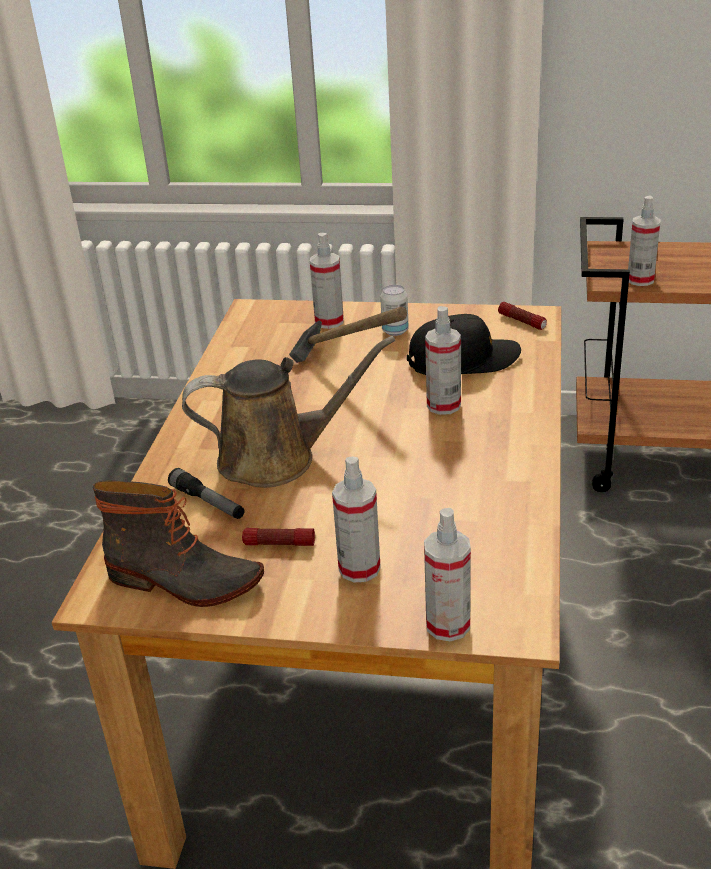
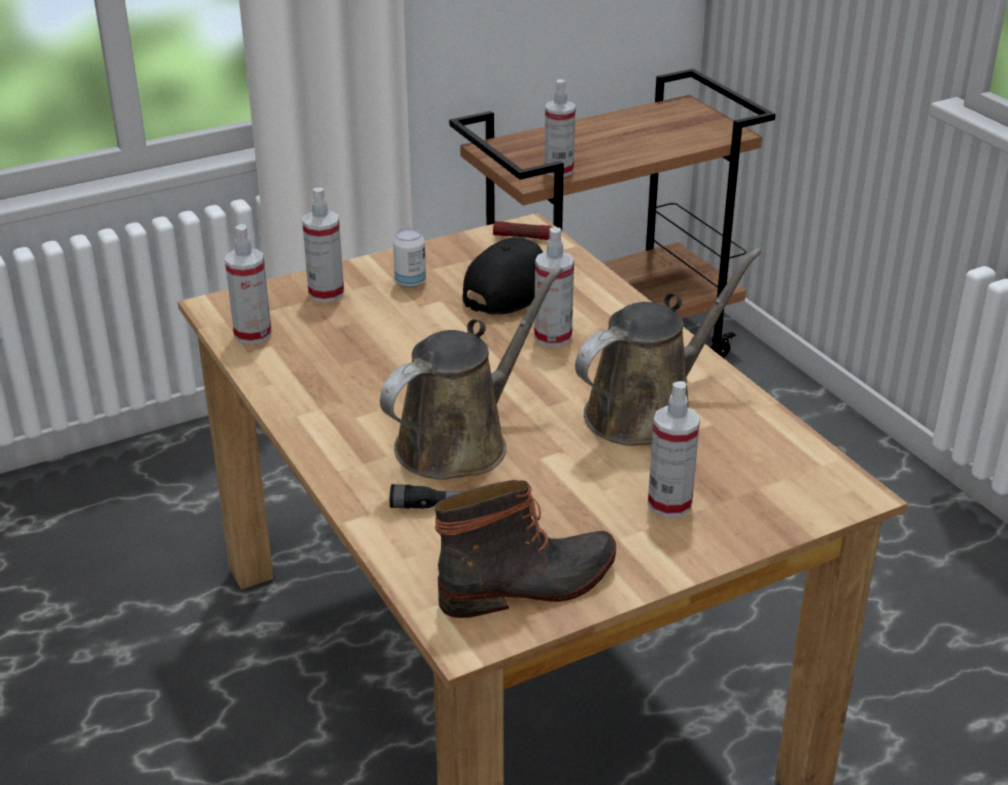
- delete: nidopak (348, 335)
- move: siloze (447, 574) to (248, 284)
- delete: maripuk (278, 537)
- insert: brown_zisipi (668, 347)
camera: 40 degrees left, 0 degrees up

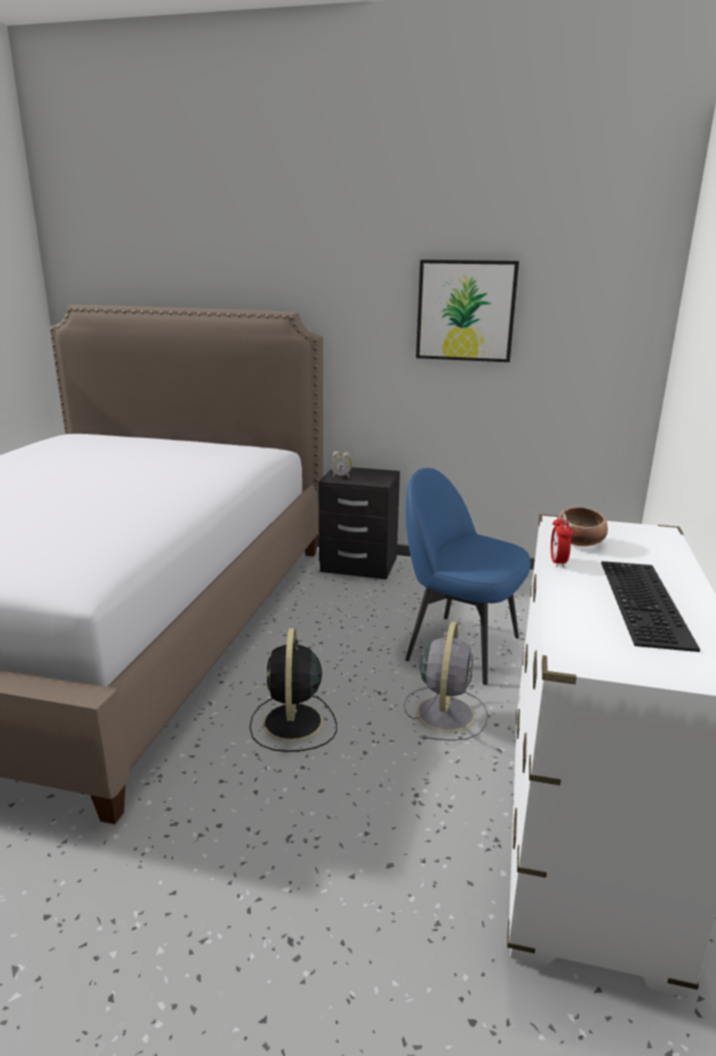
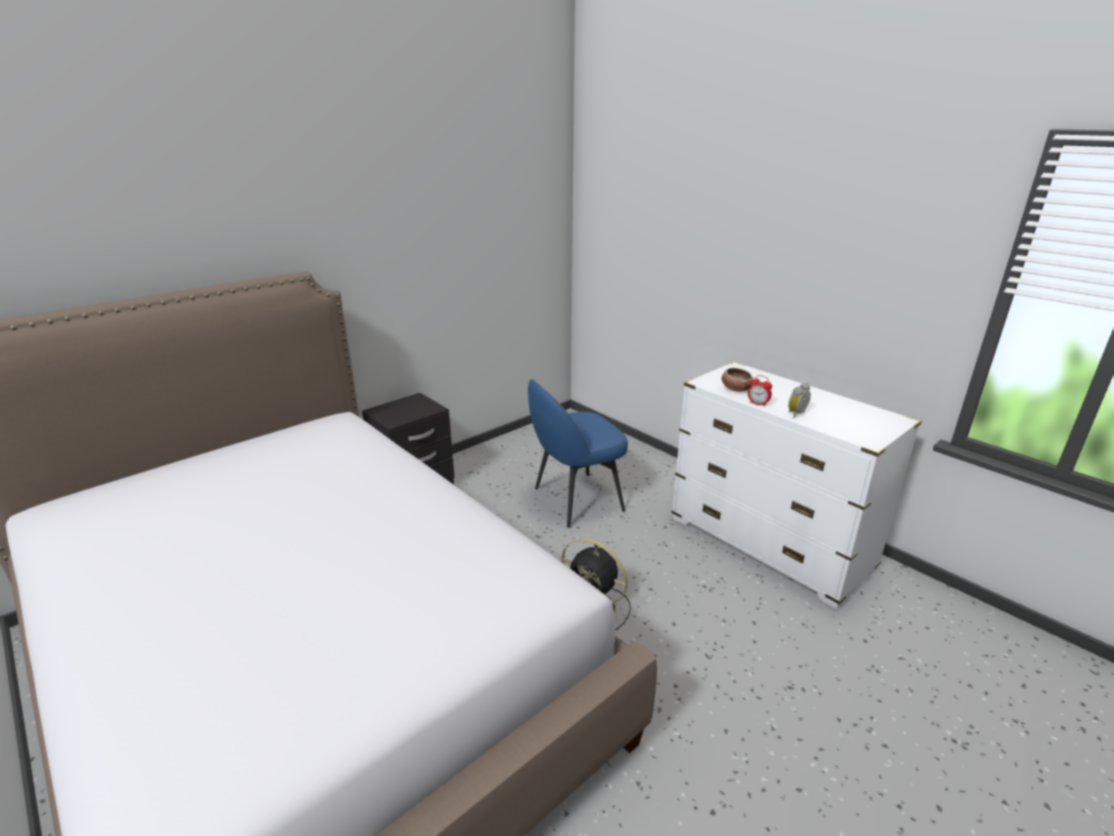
- delete: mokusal (467, 311)
- move: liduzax (341, 464) to (799, 400)
- delete: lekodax (650, 606)
- delete: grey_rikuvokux (446, 681)
camera: 55 degrees left, 5 degrees up

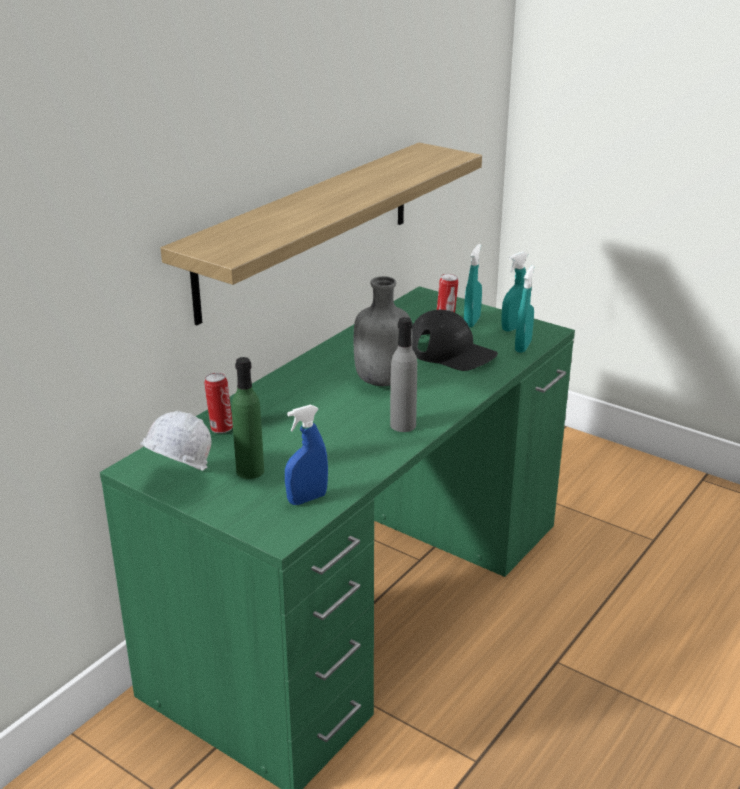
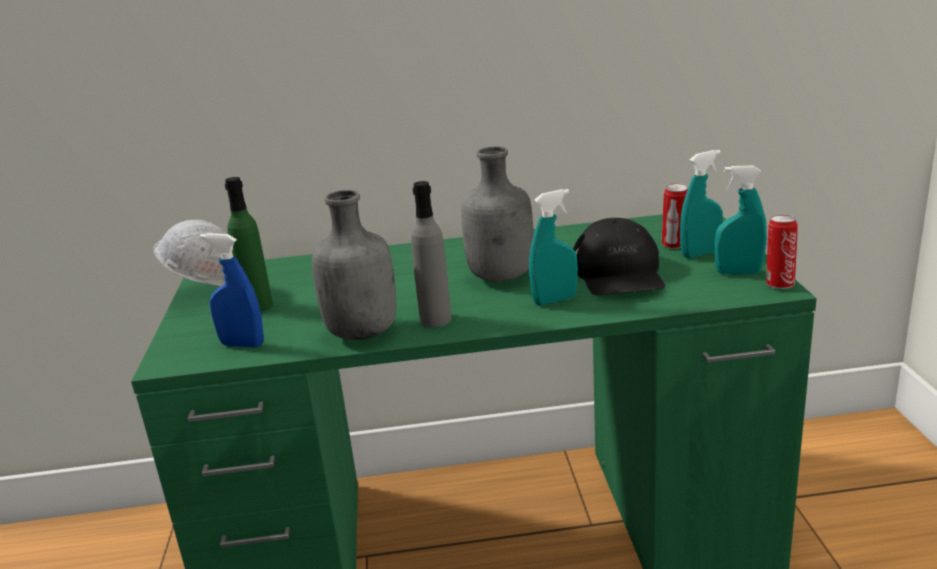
- delete: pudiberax (321, 234)
- move: turquoise_siloze (525, 309) to (553, 247)
- move: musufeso (218, 403) to (782, 252)
- insert: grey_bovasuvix (354, 265)
camera: 50 degrees right, 5 degrees down

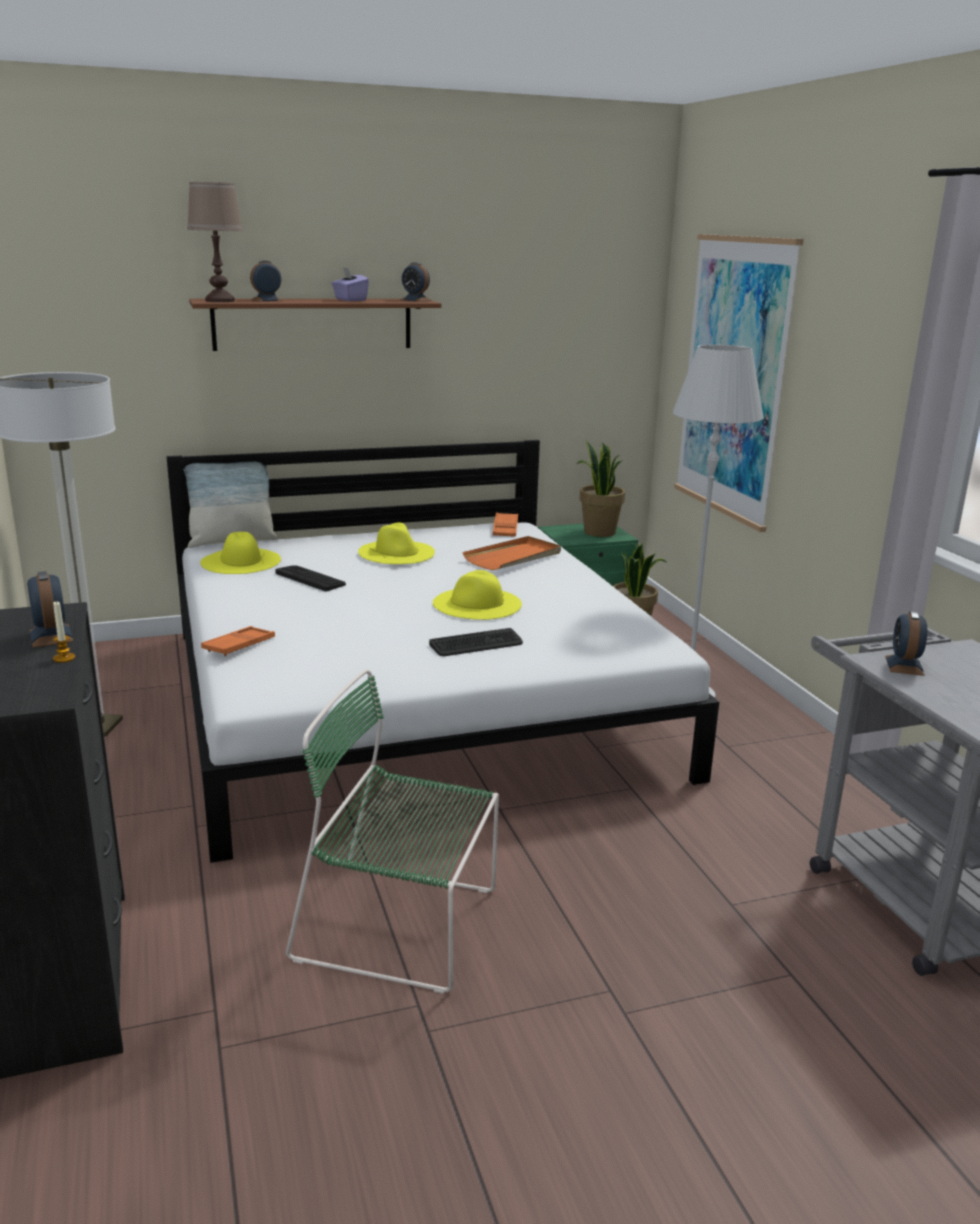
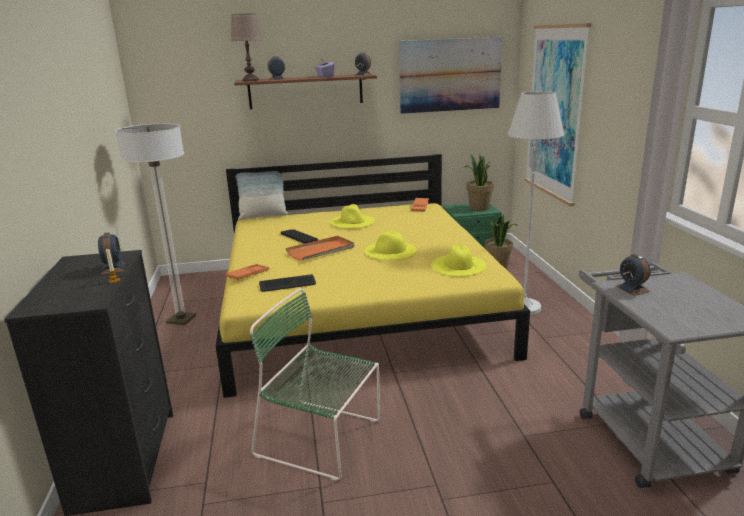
- recolor: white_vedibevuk (442, 651) to yellow_vedibevuk (373, 276)
- move: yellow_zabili (240, 553) to (458, 260)
- move: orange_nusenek (512, 553) to (319, 248)
- rotate: liduzax (906, 643) = (633, 275) 45 degrees counterclockwise
- move: lekodax (476, 642) to (287, 283)
- insert: mokusal (450, 75)
camera: 10 degrees right, 0 degrees up

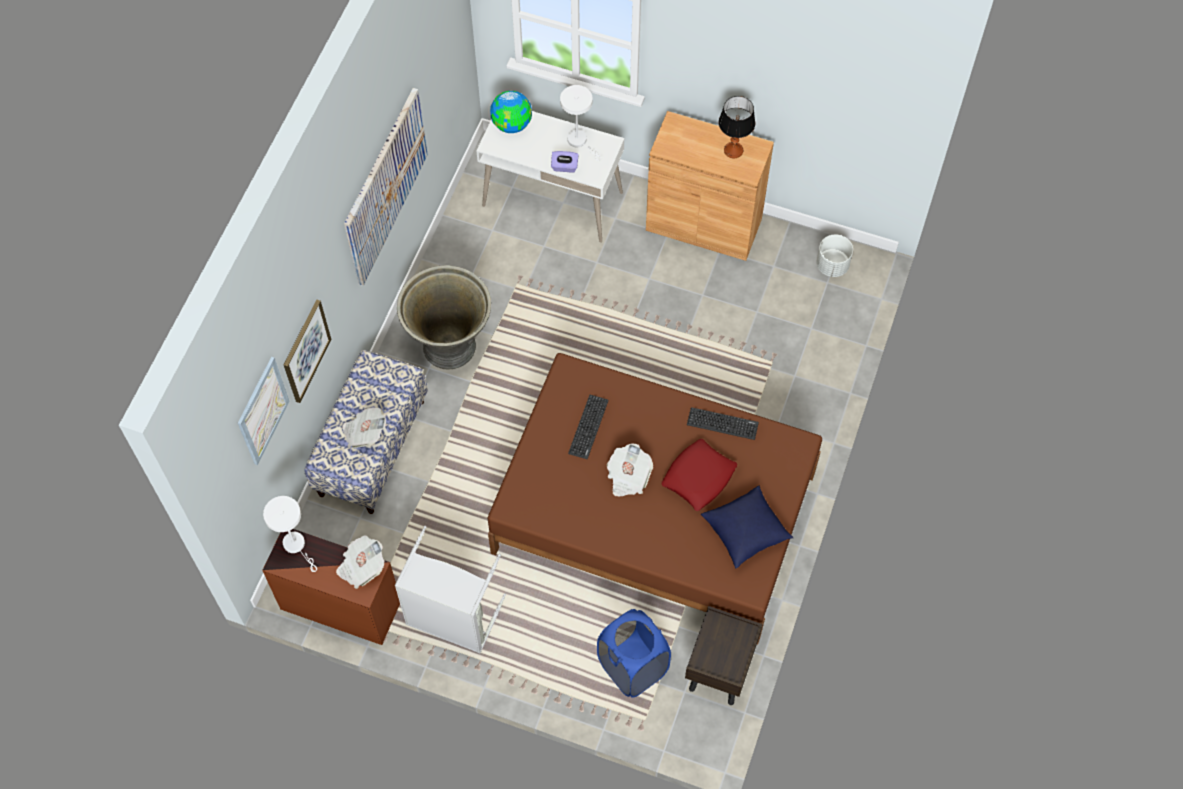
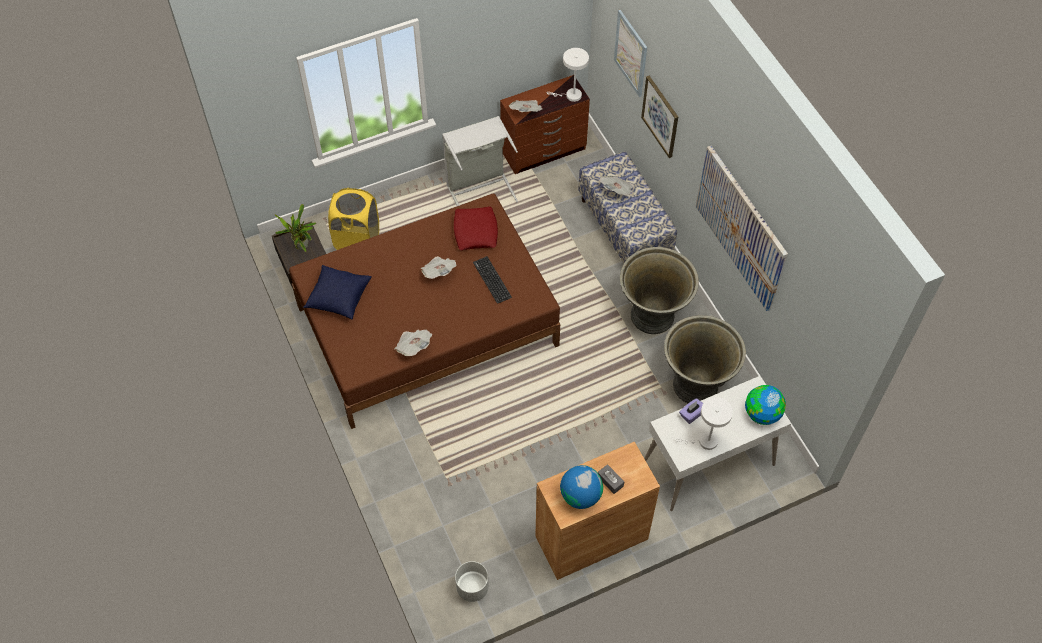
- replace: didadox (737, 127) to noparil (581, 487)
- replace: lekodax (723, 423) to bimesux (413, 342)
- move: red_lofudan (699, 475) to (476, 228)
- recolor: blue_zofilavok (634, 653) to yellow_zofilavok (353, 219)
- insert: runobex (295, 228)
- insert: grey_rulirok (705, 359)
- insert: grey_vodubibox (611, 479)
camera: 135 degrees right, 5 degrees down

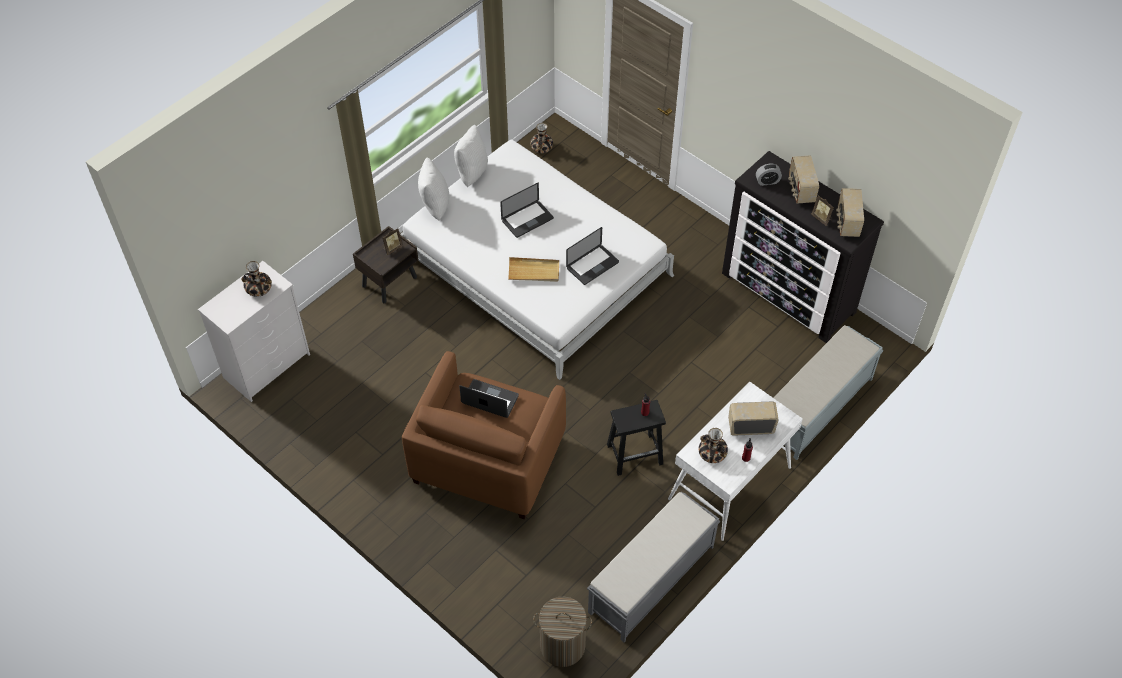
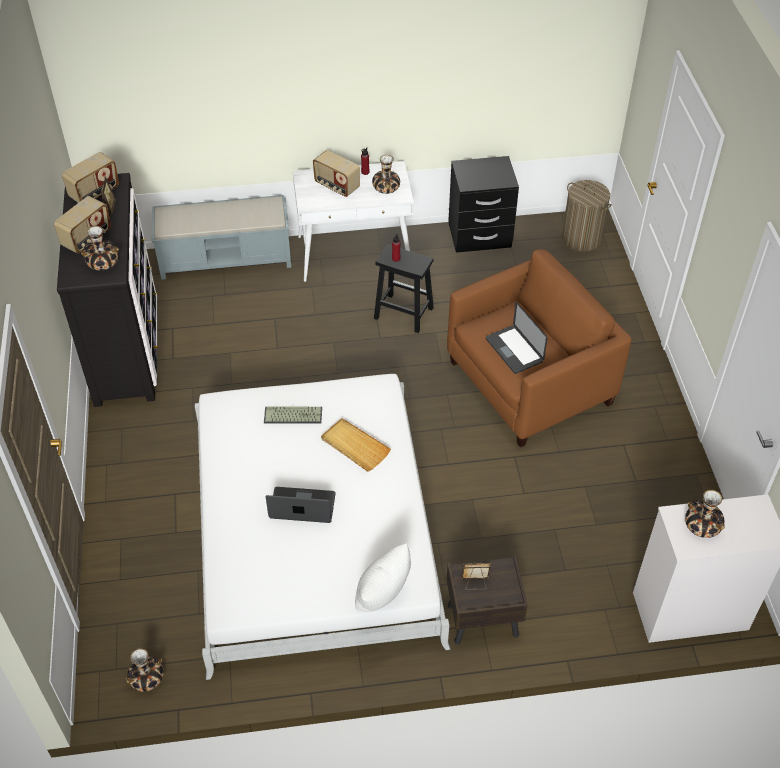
- delete: white_lofudan (471, 156)
- replace: liduzax (769, 175) to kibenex (100, 247)
- replace: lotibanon (592, 256) to lekodax (293, 415)
- replace: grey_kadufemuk (653, 567) to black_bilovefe (483, 204)
camera: 140 degrees left, 5 degrees down

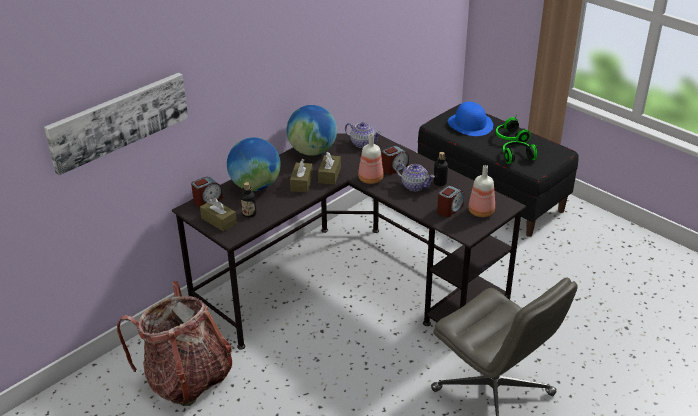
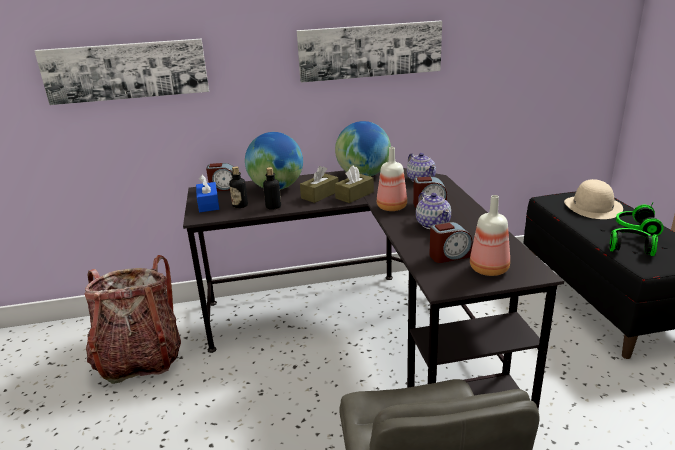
- recolor: blue_zabili (470, 119) to beige_zabili (593, 199)
- move: bovasuvix (440, 169) to (272, 188)
- recolor: brown_vodubibox (218, 215) to blue_vodubibox (207, 193)
- insert: mokusal (369, 52)
camera: 35 degrees right, 10 degrees down

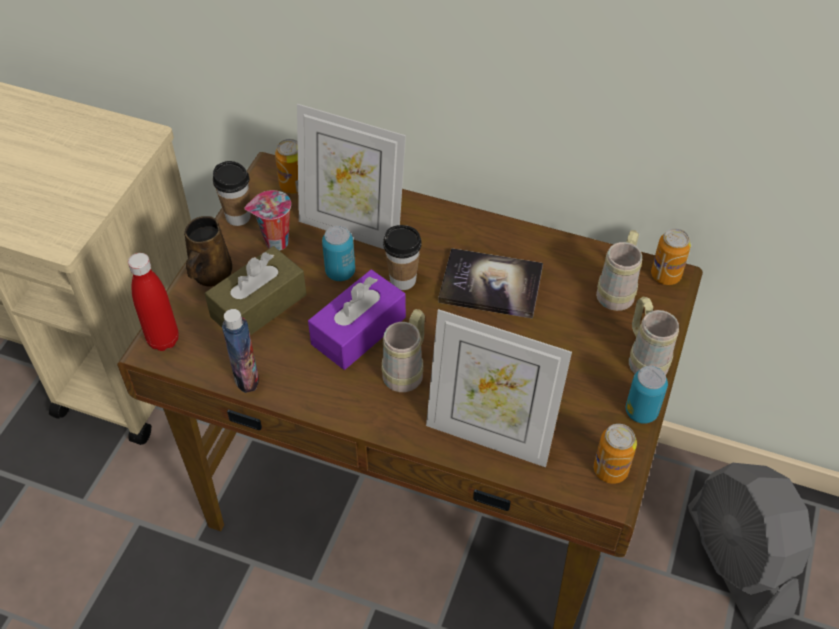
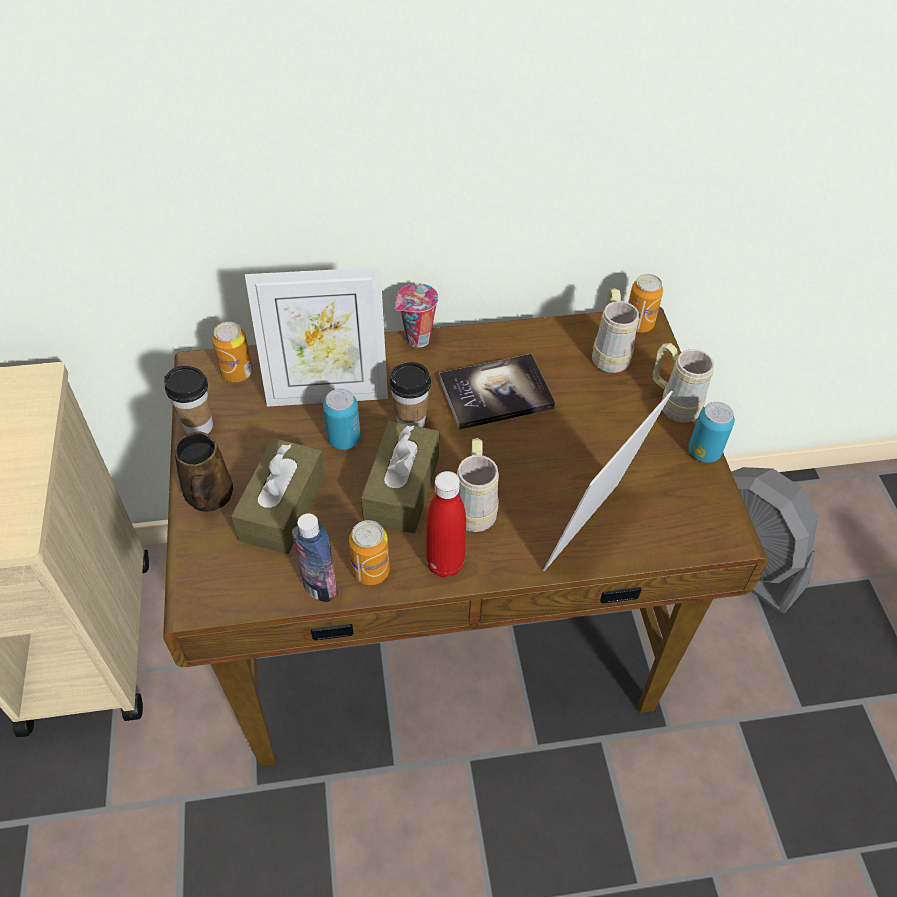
- move: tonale (267, 220) to (417, 315)
- move: red_bovasuvix (153, 302) to (446, 524)
- recolor: purple_vodubibox (357, 320) to brown_vodubibox (400, 477)
- rotate: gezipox (499, 388) = (608, 481) 135 degrees clockwise
- move: musufeso (615, 454) to (369, 552)
camera: 30 degrees left, 0 degrees up

